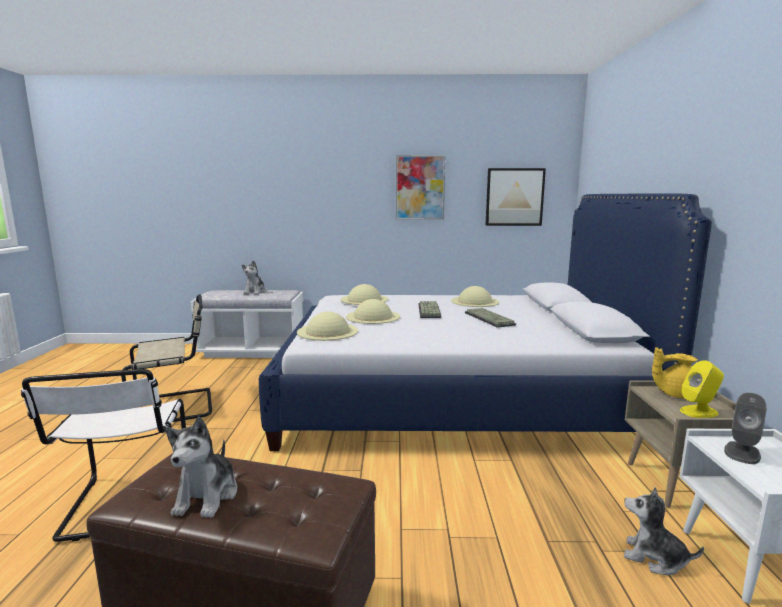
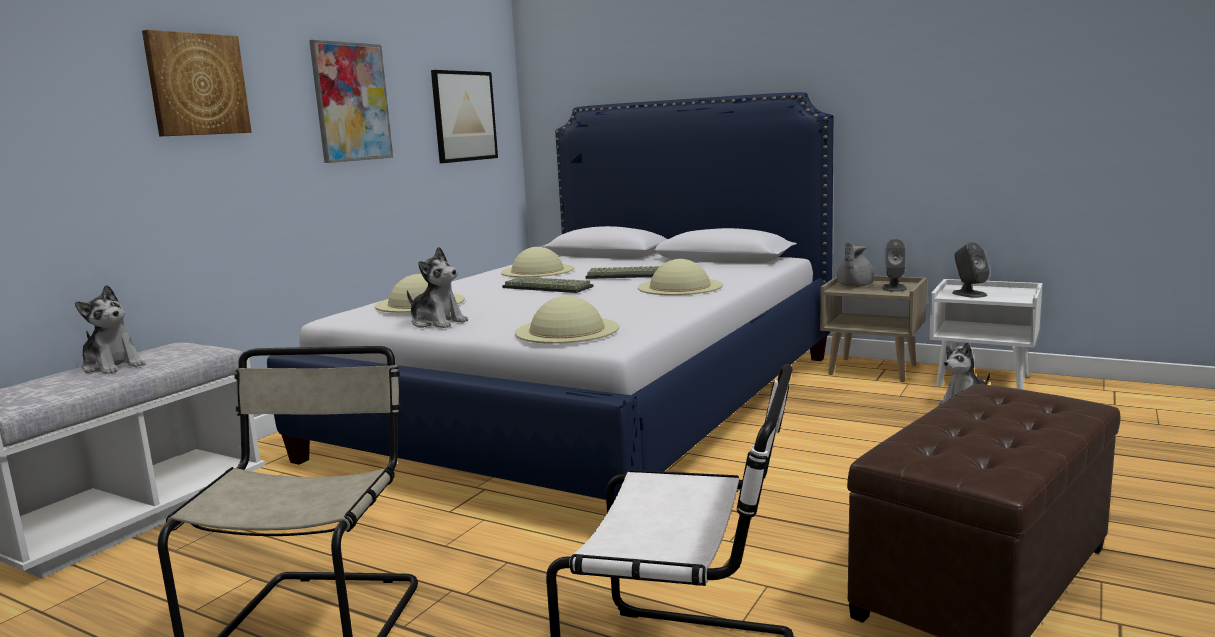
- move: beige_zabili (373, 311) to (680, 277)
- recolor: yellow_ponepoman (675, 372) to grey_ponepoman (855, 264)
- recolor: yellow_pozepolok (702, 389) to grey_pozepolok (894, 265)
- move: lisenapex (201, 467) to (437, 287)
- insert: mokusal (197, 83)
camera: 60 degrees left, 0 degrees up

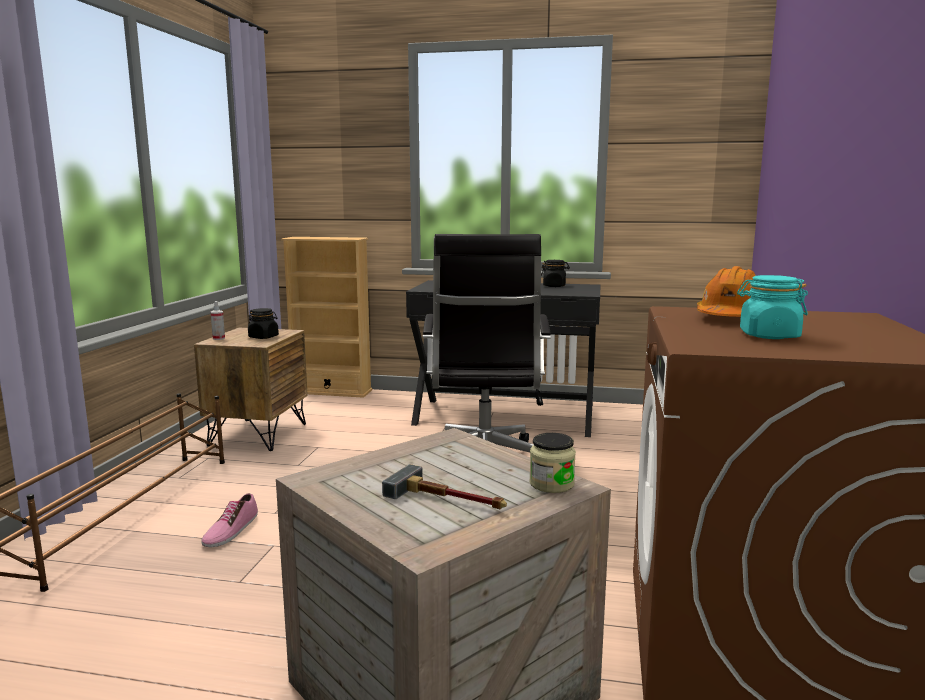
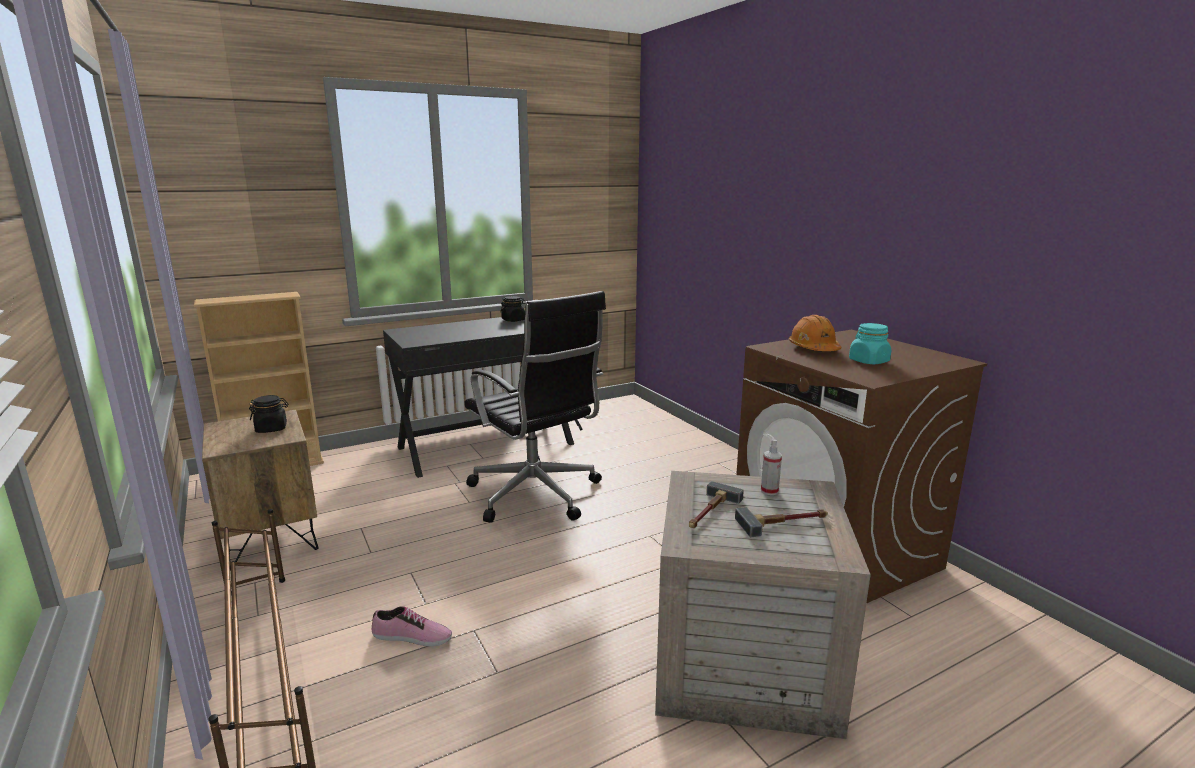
- move: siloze (218, 320) to (771, 467)
- delete: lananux (552, 463)
- rotate: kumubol (229, 520) = (412, 626) 60 degrees counterclockwise
- insert: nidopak (716, 504)
camera: 40 degrees left, 5 degrees up

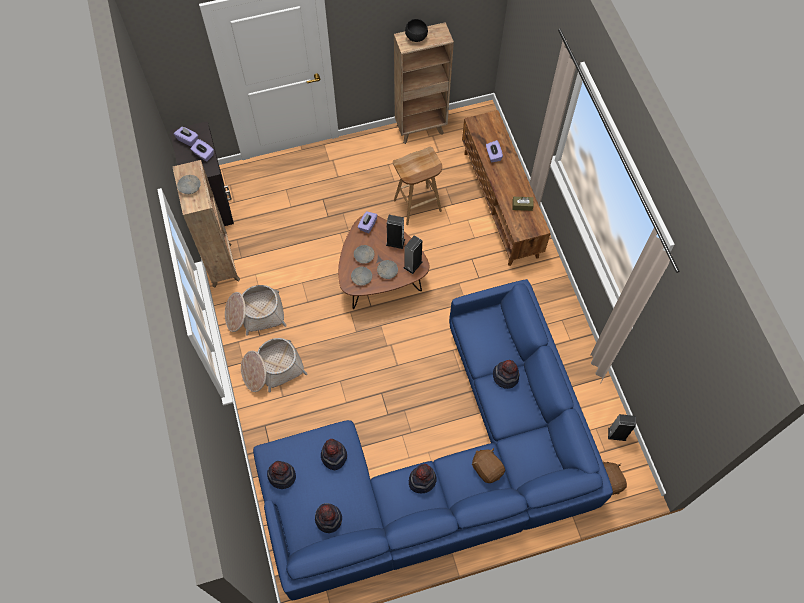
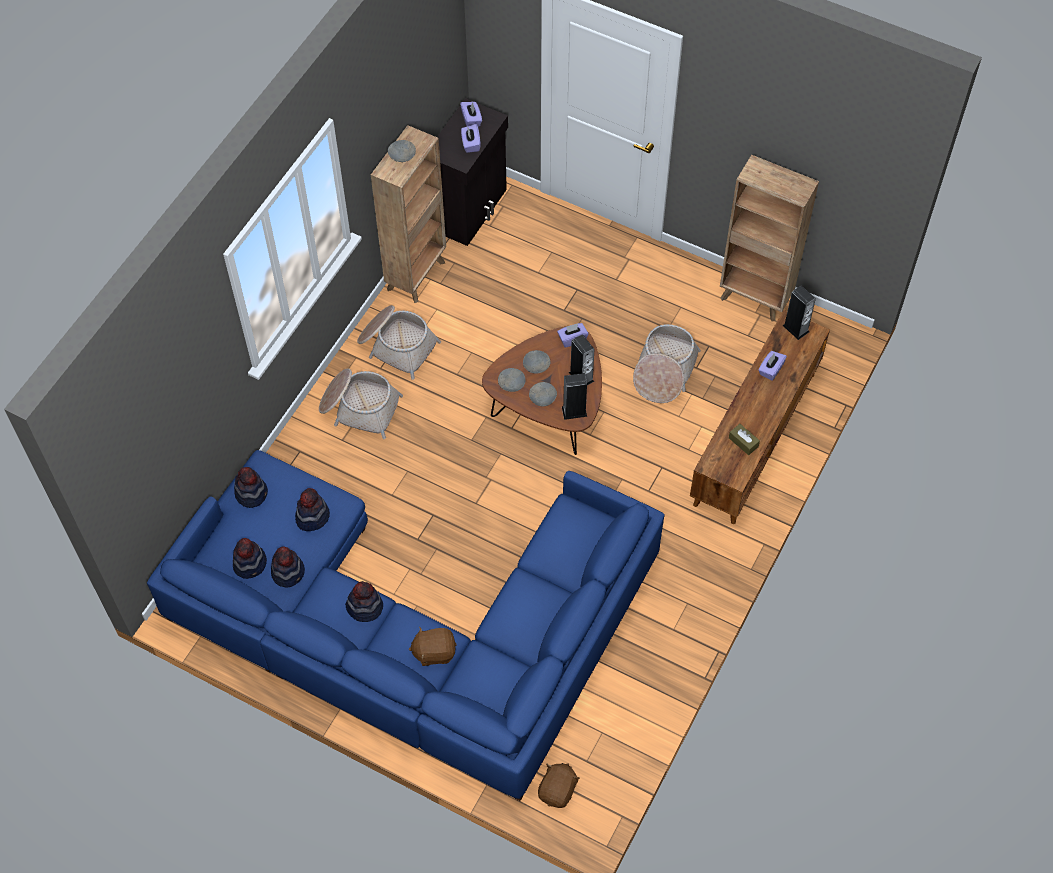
- delete: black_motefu (416, 30)
- replace: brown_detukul (417, 186) to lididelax (667, 363)
- move: zabili (506, 374) to (288, 567)
- move: pozepolok (622, 427) to (799, 312)
- rotate: brown_lisenapex (488, 465) = (433, 646) 105 degrees counterclockwise
camera: 45 degrees right, 5 degrees down

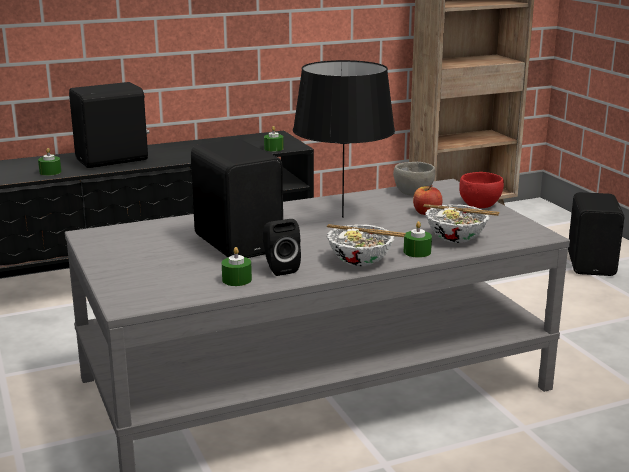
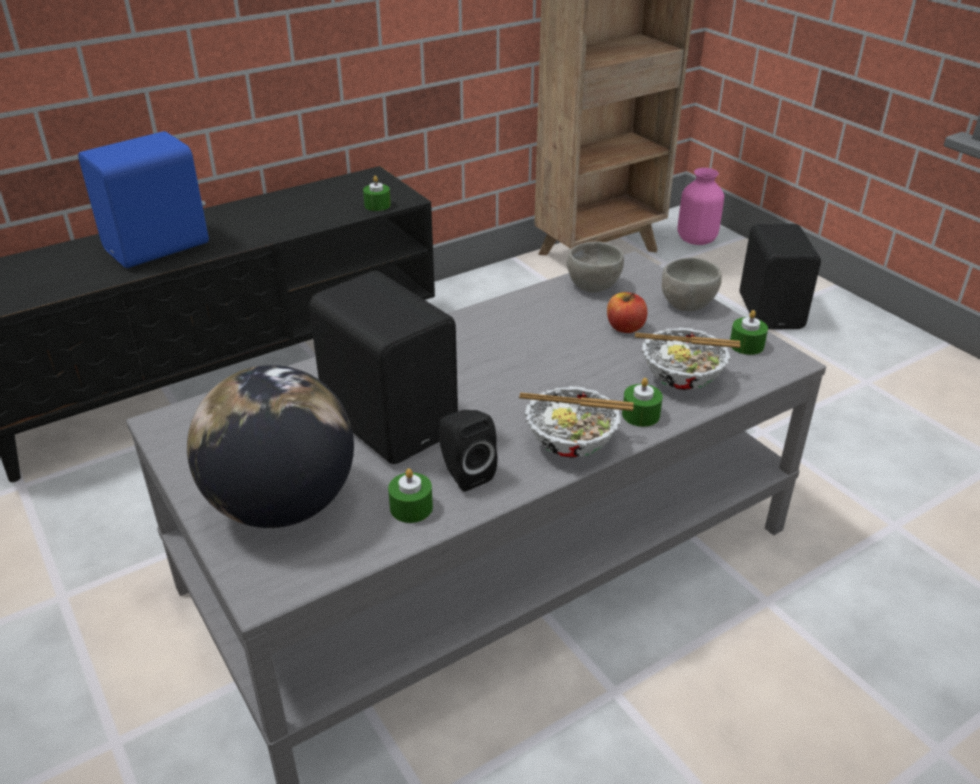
- delete: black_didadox (344, 139)
- recolor: black_pozepolok (109, 125) to blue_pozepolok (143, 199)
- move: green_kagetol (49, 162) to (749, 332)
- recolor: red_motefu (481, 190) to grey_motefu (692, 284)
- insert: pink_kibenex (700, 206)
- insert: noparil (270, 446)
camera: 10 degrees left, 15 degrees up

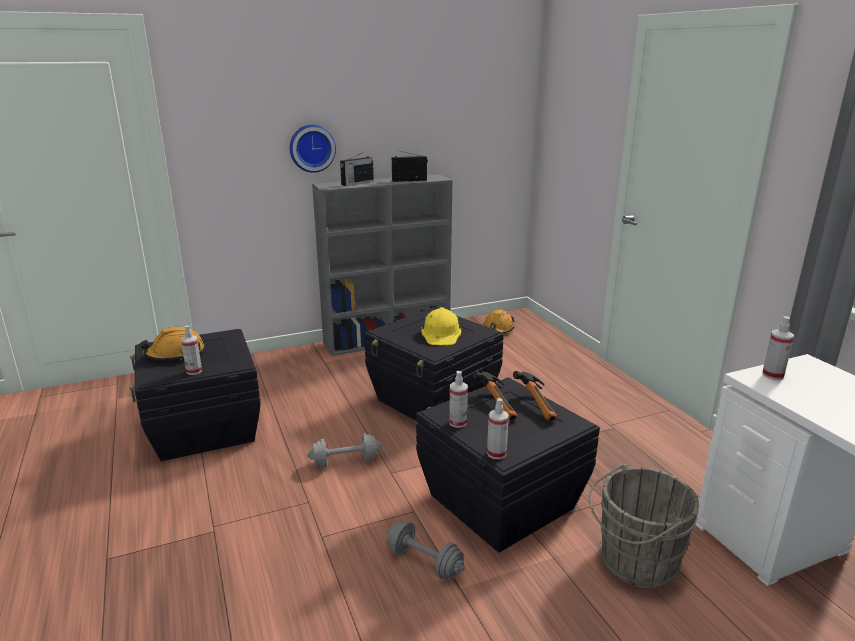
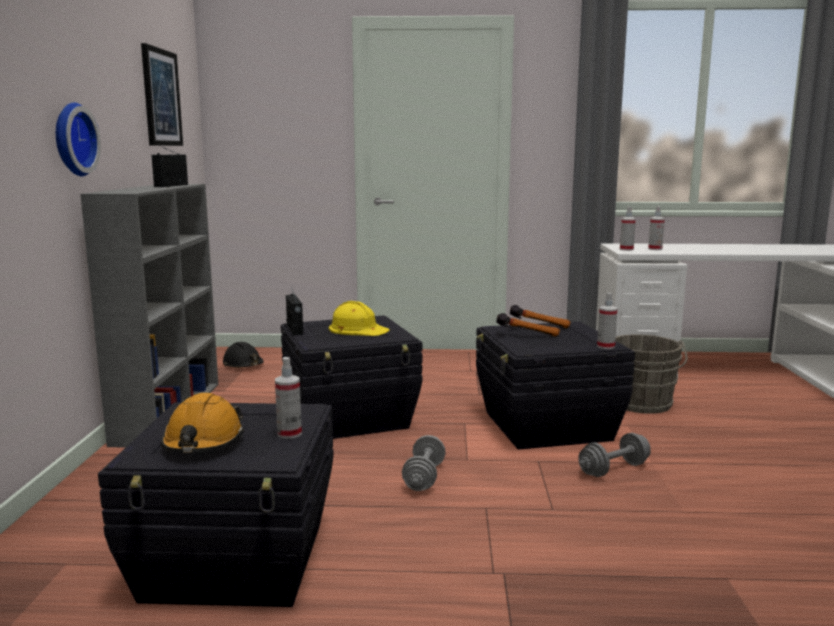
- move: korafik (357, 168) to (294, 311)
- recolor: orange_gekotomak (499, 321) to black_gekotomak (243, 355)
- move: siloze (458, 399) to (656, 228)
- insert: mokusal (162, 94)
camera: 65 degrees left, 10 degrees down

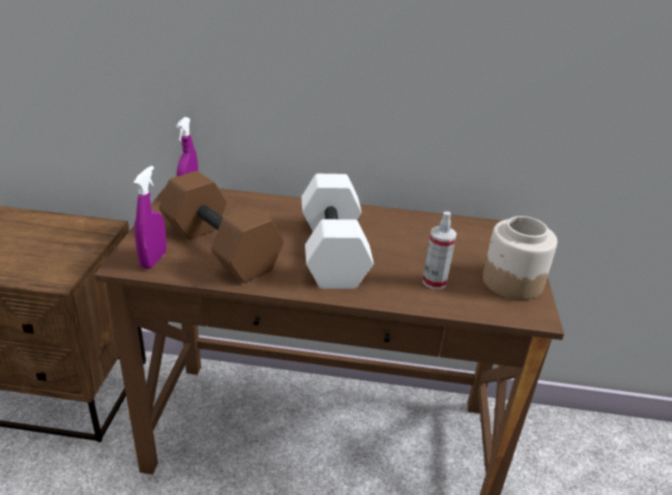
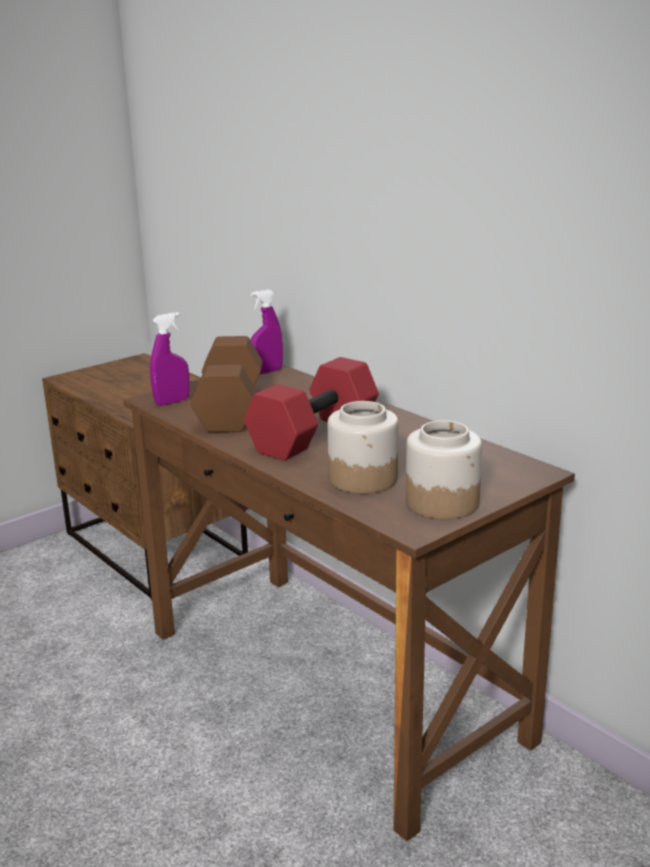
- recolor: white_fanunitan (337, 231) to red_fanunitan (311, 409)
- replace: siloze (439, 250) to lananux (363, 447)
camera: 45 degrees right, 10 degrees down

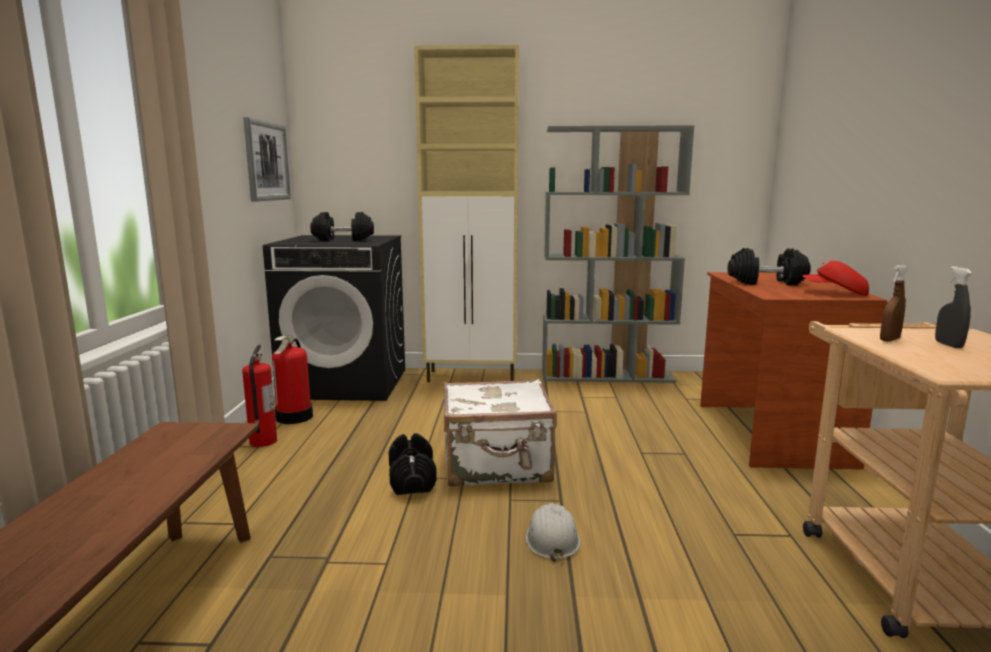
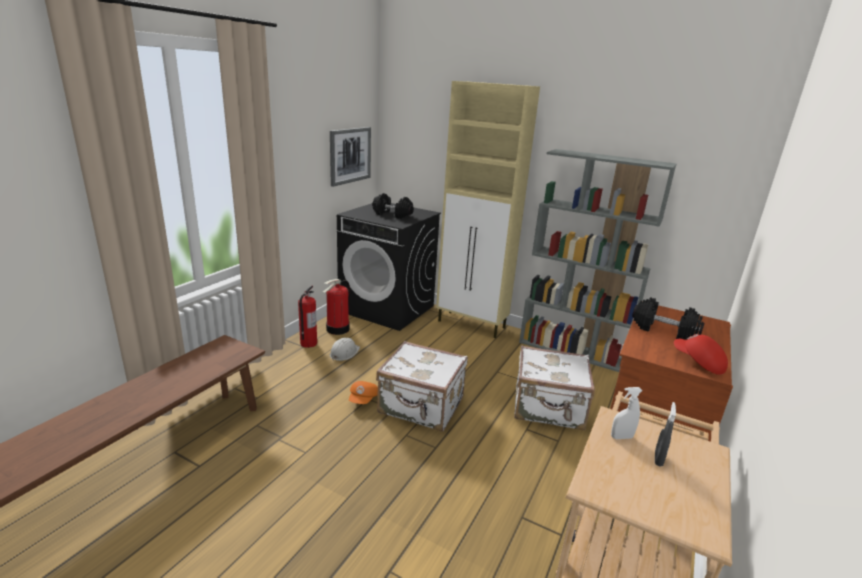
- recolor: brown_siloze (893, 303) to white_siloze (627, 413)
- replace: black_fanunitan (412, 464) to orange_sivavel (363, 392)
- move: white_gekotomak (553, 532) to (345, 349)
- insert: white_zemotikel (554, 387)
camera: 25 degrees right, 10 degrees up

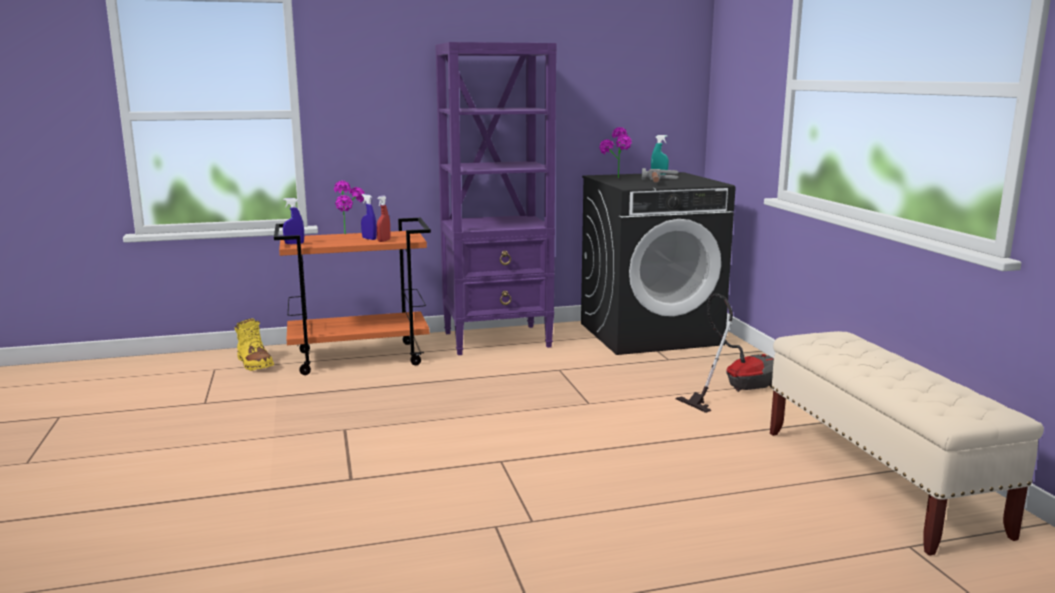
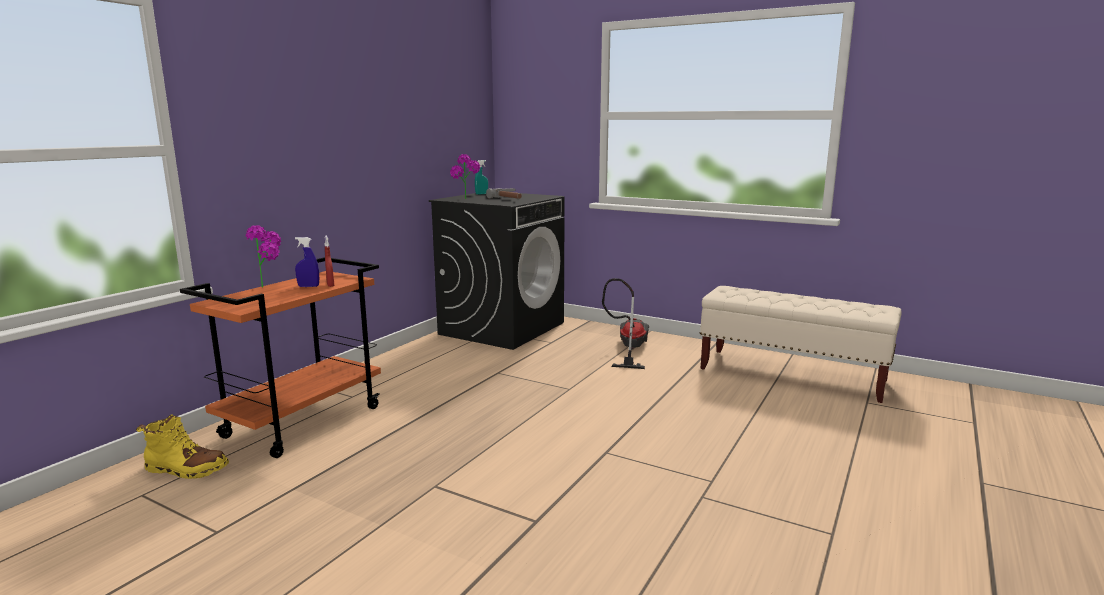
- delete: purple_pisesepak (496, 198)
- delete: blue_siloze (293, 221)
camera: 45 degrees left, 0 degrees up

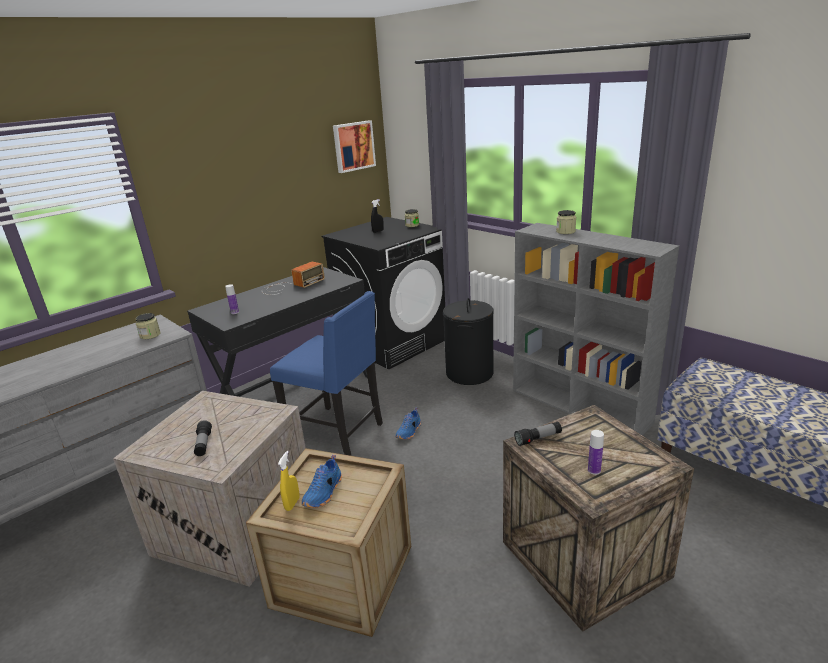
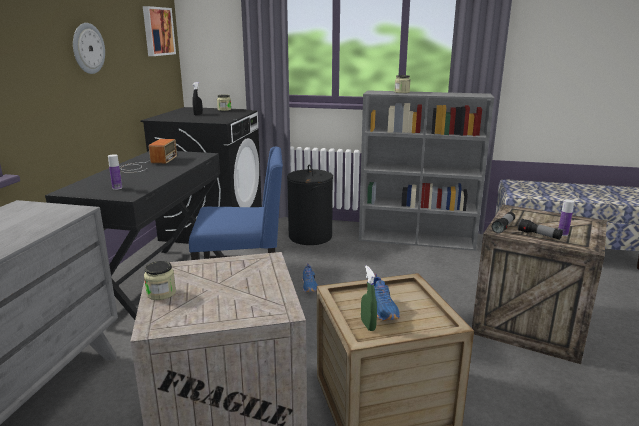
- move: lananux (148, 326) to (160, 280)
- move: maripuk (203, 438) to (540, 229)
- recolor: yellow_siloze (288, 481) to green_siloze (369, 298)
- insert: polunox (89, 48)
camera: 35 degrees left, 5 degrees down

